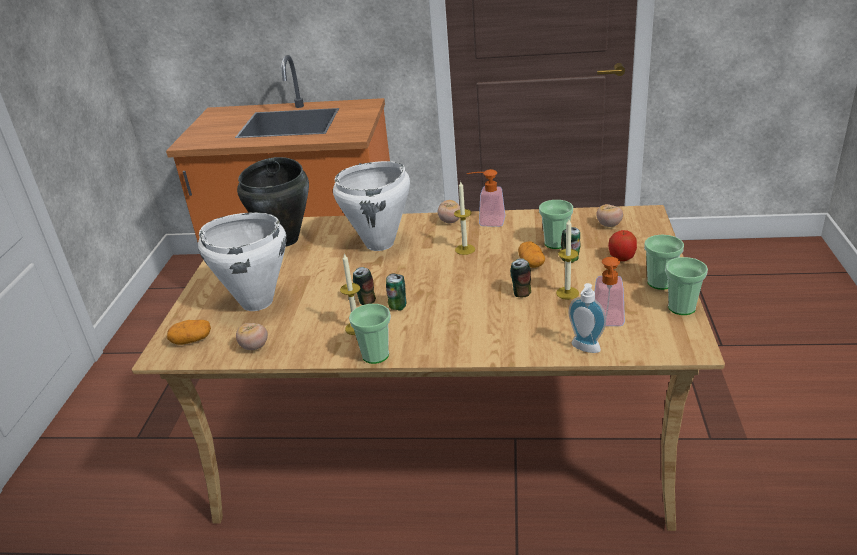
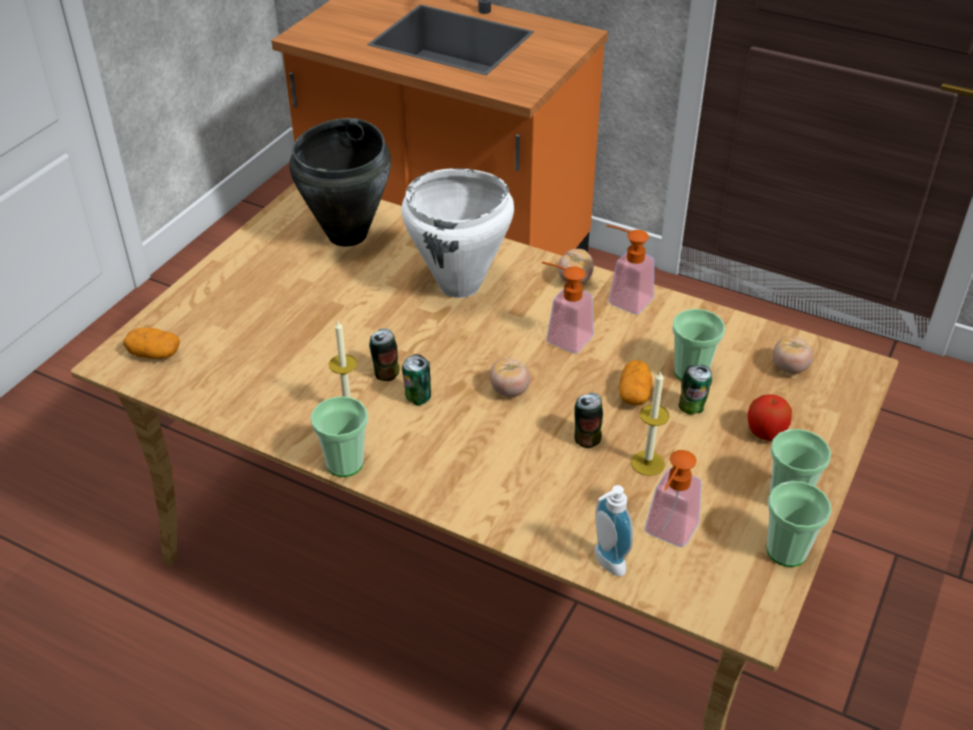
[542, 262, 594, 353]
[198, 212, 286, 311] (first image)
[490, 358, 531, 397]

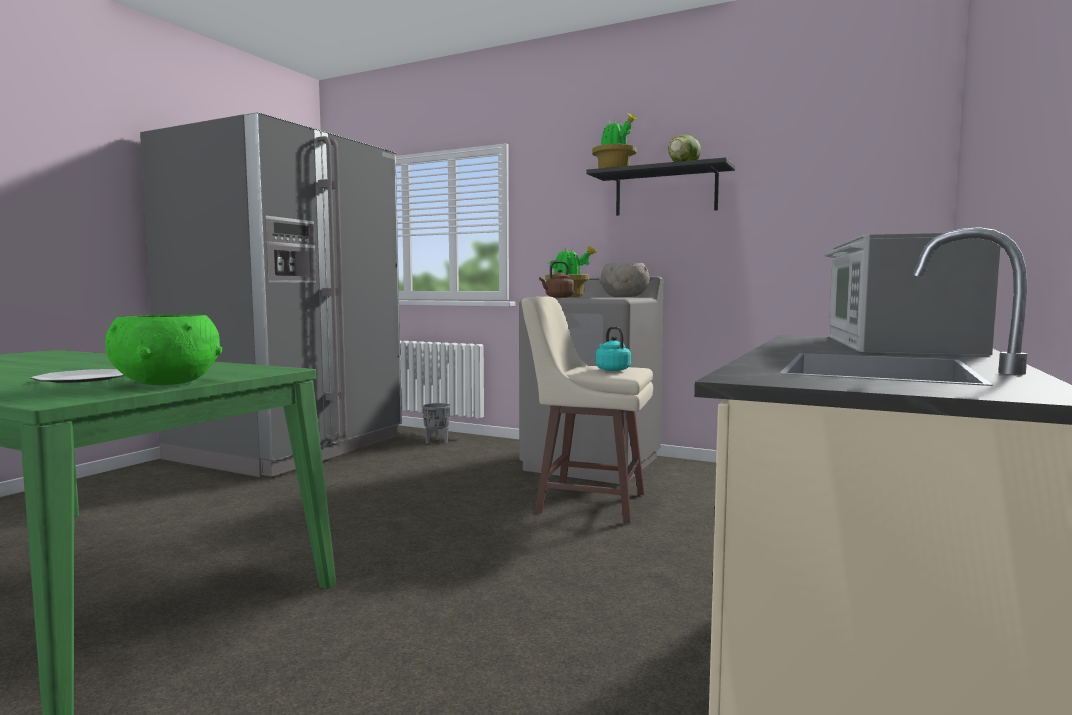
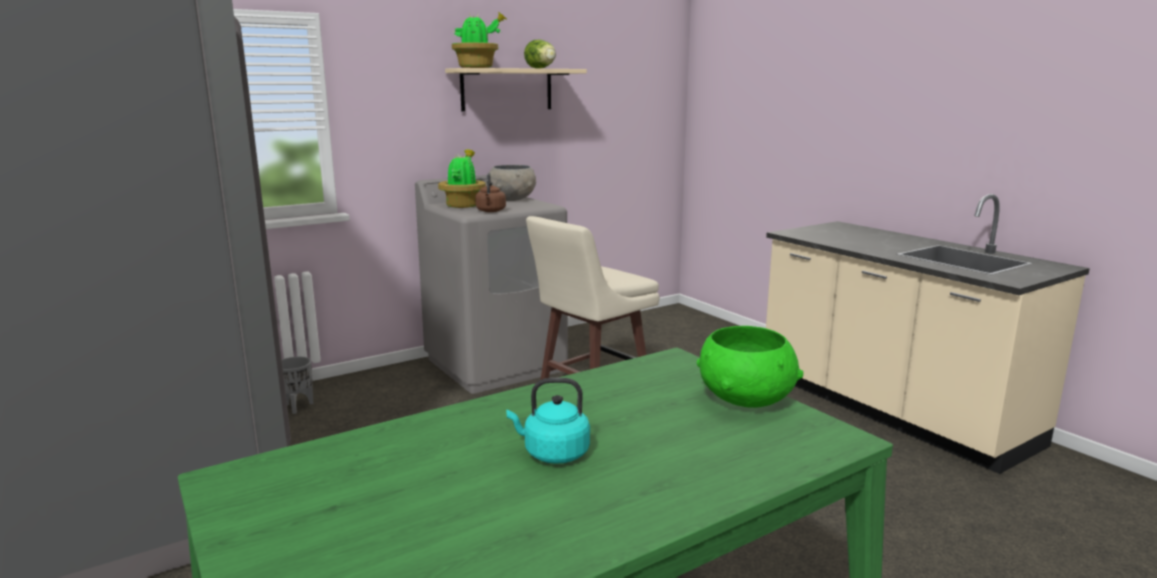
[445, 68, 587, 111]
[824, 233, 1000, 355] (first image)
[506, 378, 590, 464]
[31, 369, 125, 383] (first image)

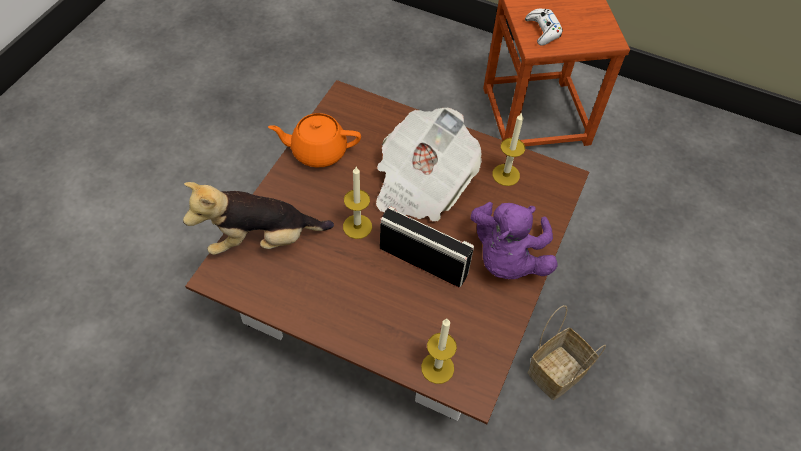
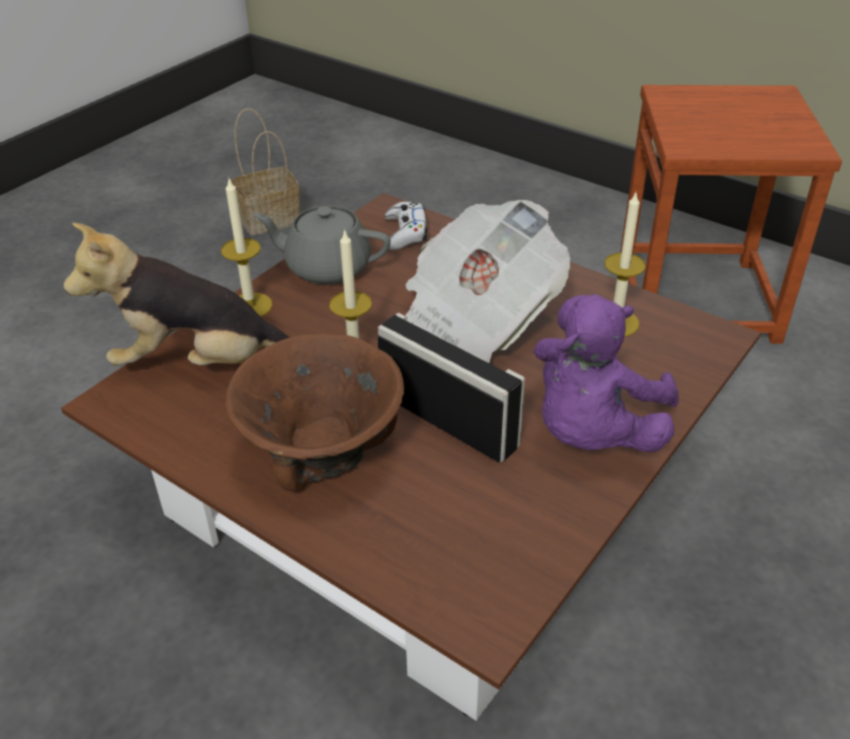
[385, 202, 427, 250]
[253, 206, 391, 285]
[231, 108, 300, 235]
[221, 179, 273, 317]
[225, 334, 404, 492]

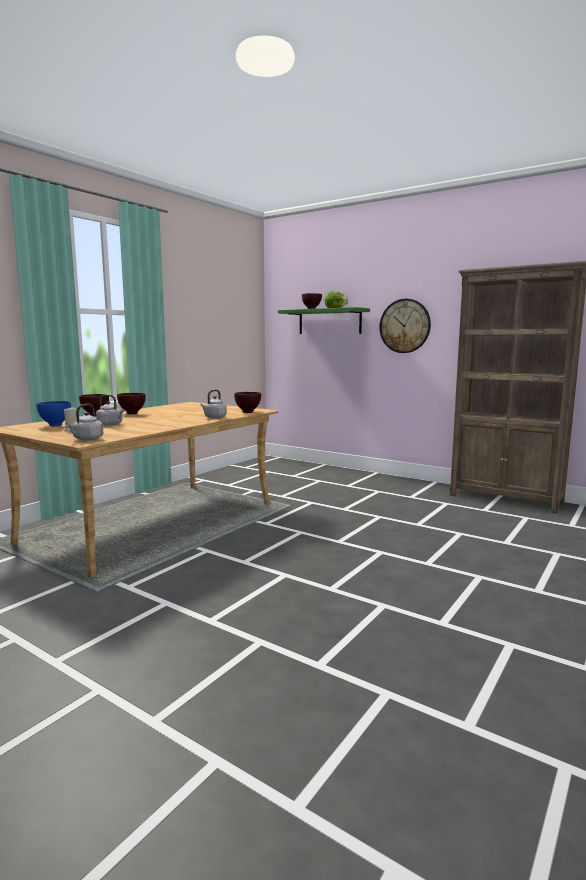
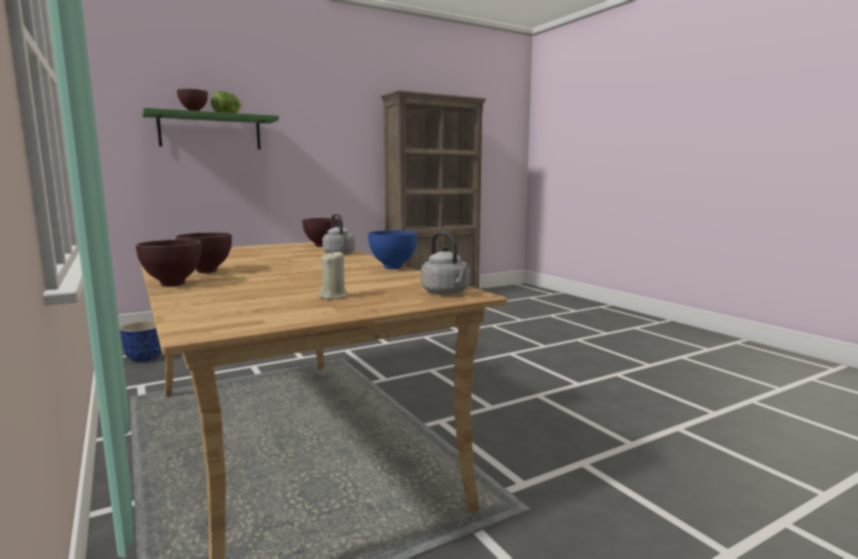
[379, 299, 431, 353] (first image)
[96, 394, 125, 426] (first image)
[368, 230, 418, 269]
[119, 321, 162, 362]

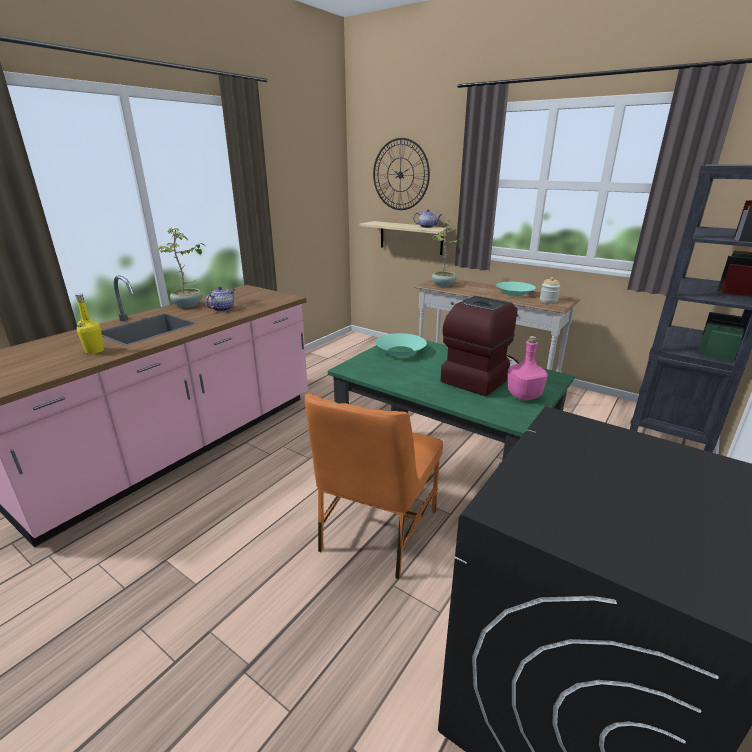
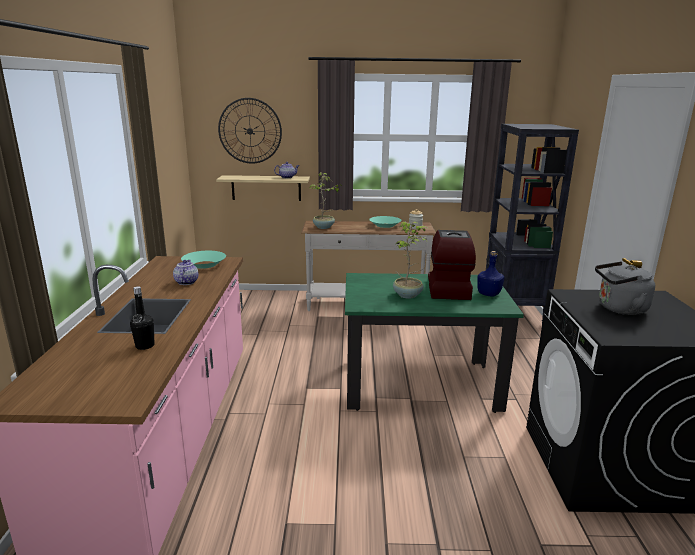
[393, 222, 427, 298]
[130, 286, 155, 350]
[181, 251, 226, 269]
[477, 251, 504, 297]
[305, 394, 443, 580] (first image)
[595, 262, 655, 315]

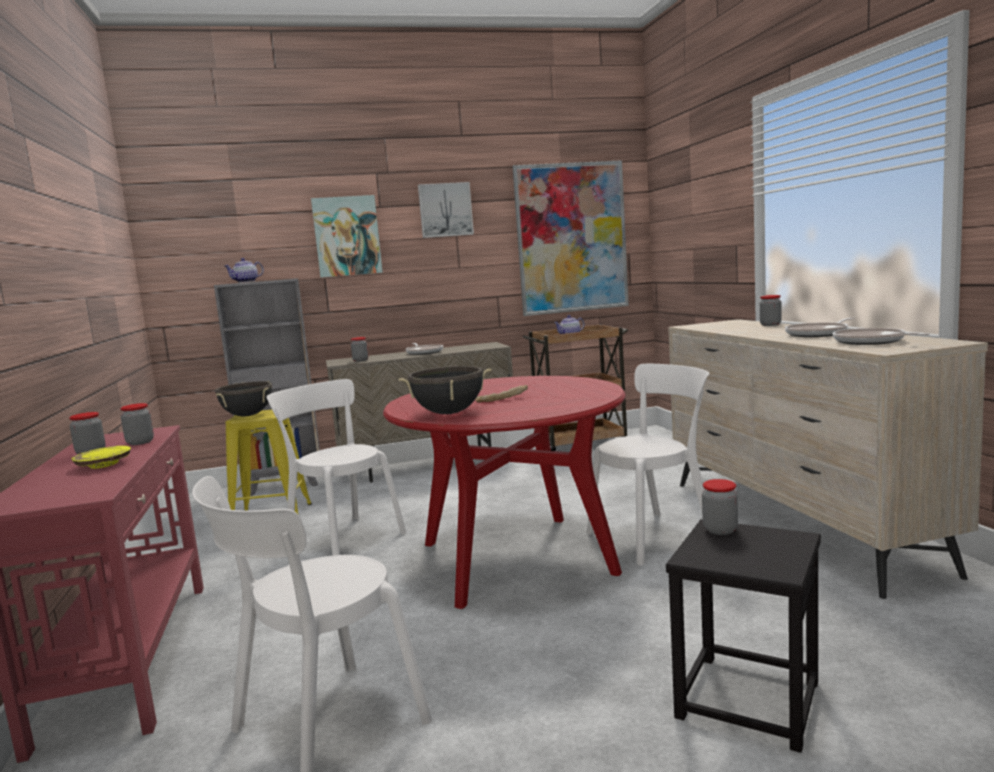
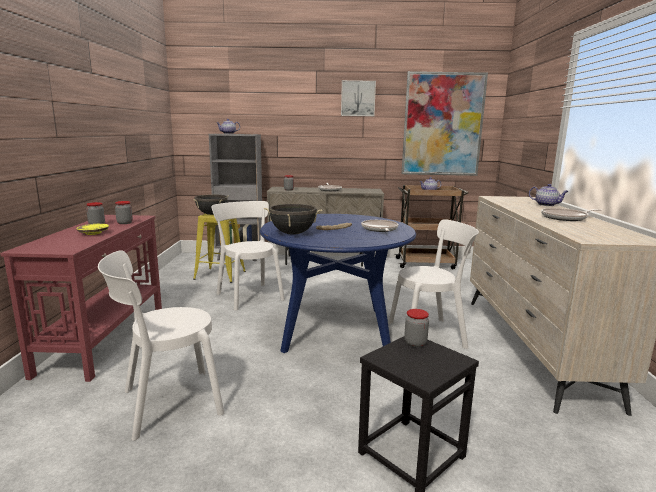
[311, 195, 383, 278] (first image)
[529, 184, 569, 206]
[361, 220, 399, 232]
[260, 214, 416, 353]

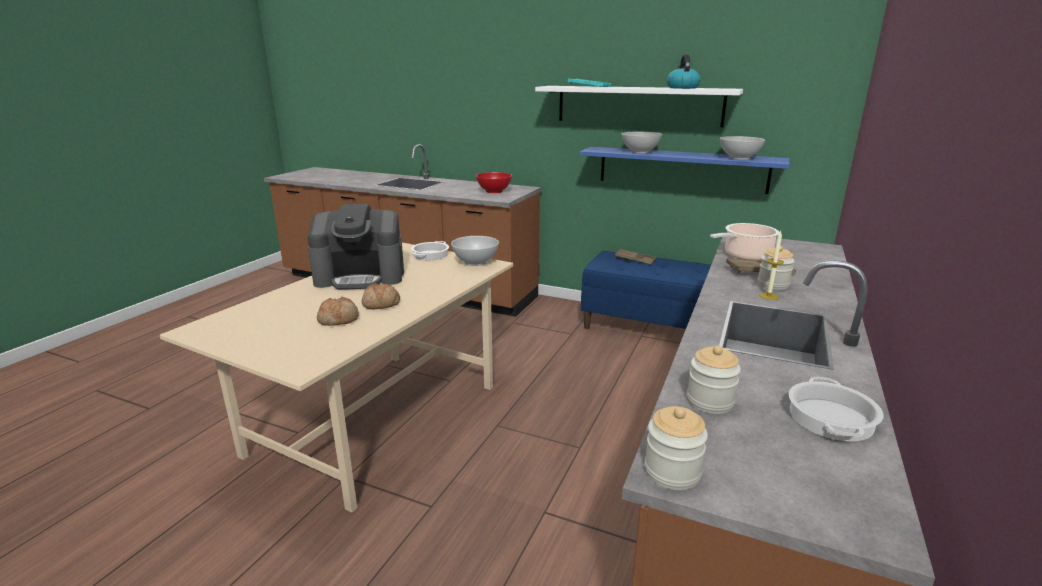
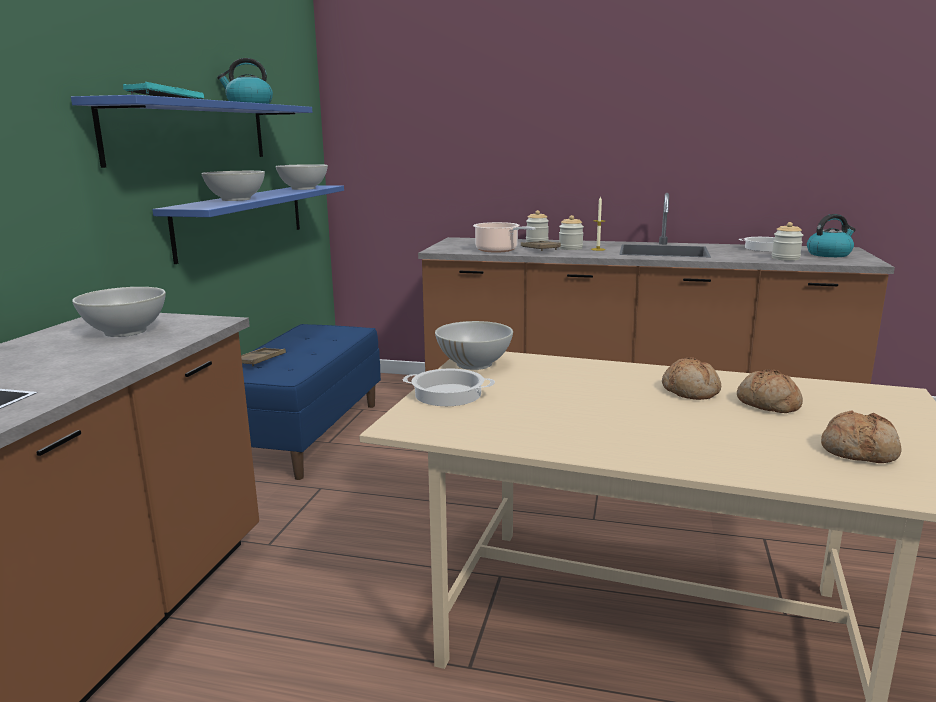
[71, 95, 312, 168]
[72, 287, 166, 337]
[308, 204, 404, 290] (first image)
[526, 210, 549, 242]
[807, 214, 856, 257]
[821, 410, 901, 463]

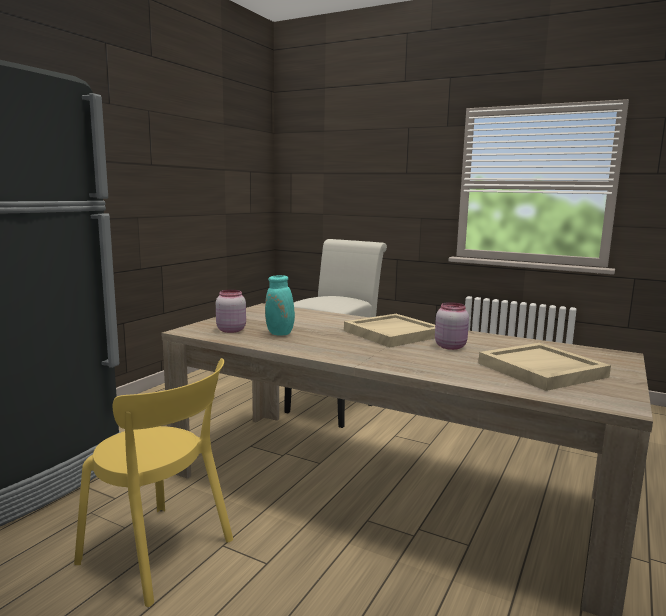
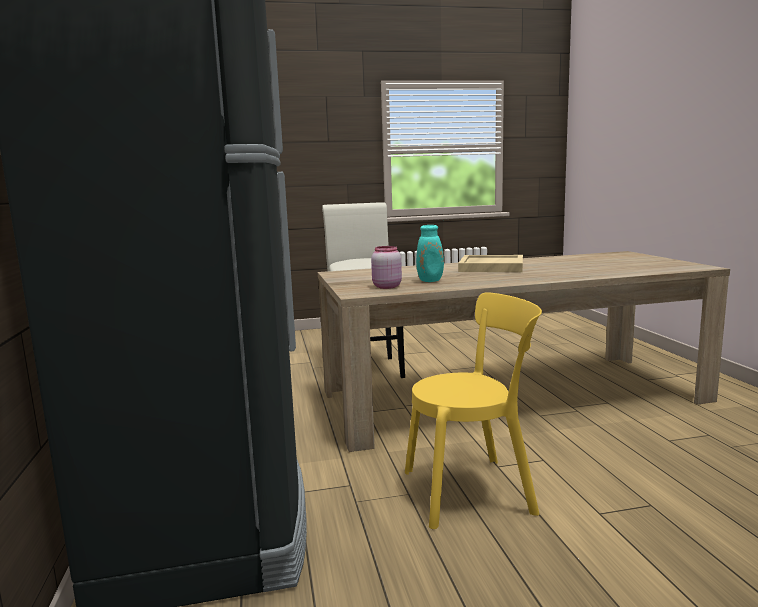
[435, 302, 469, 350] (first image)
[478, 343, 611, 391] (first image)

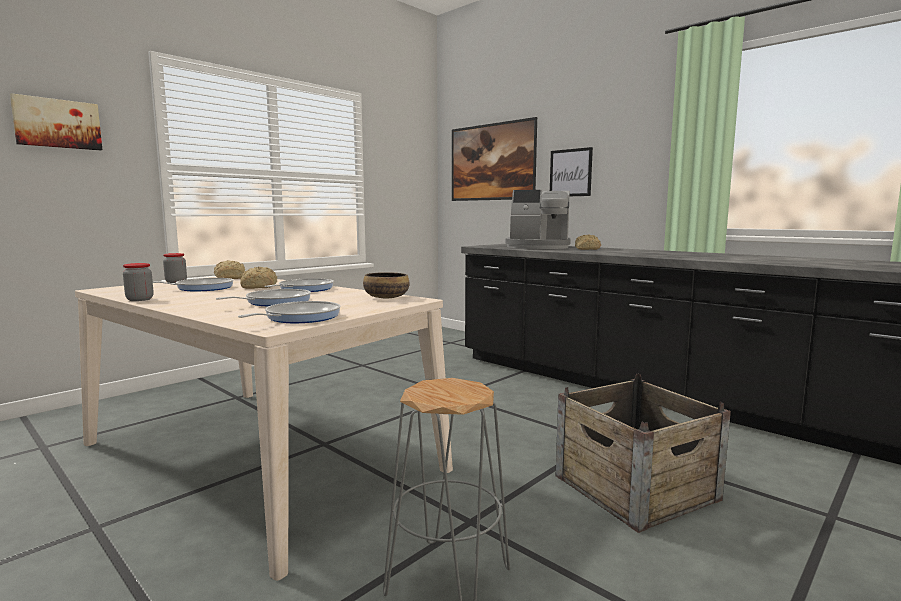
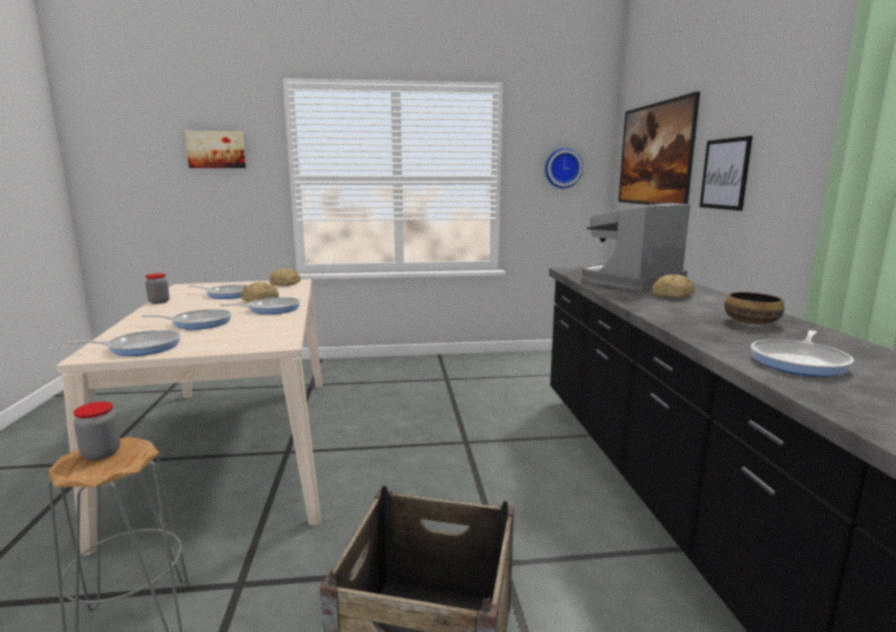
[582, 202, 691, 291]
[73, 402, 120, 461]
[724, 292, 784, 325]
[545, 148, 583, 188]
[751, 330, 854, 377]

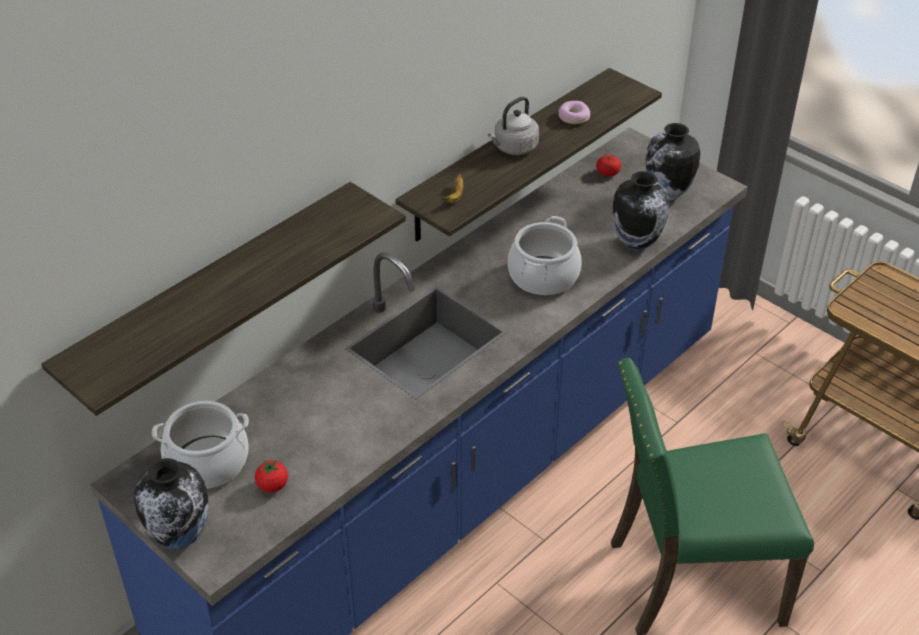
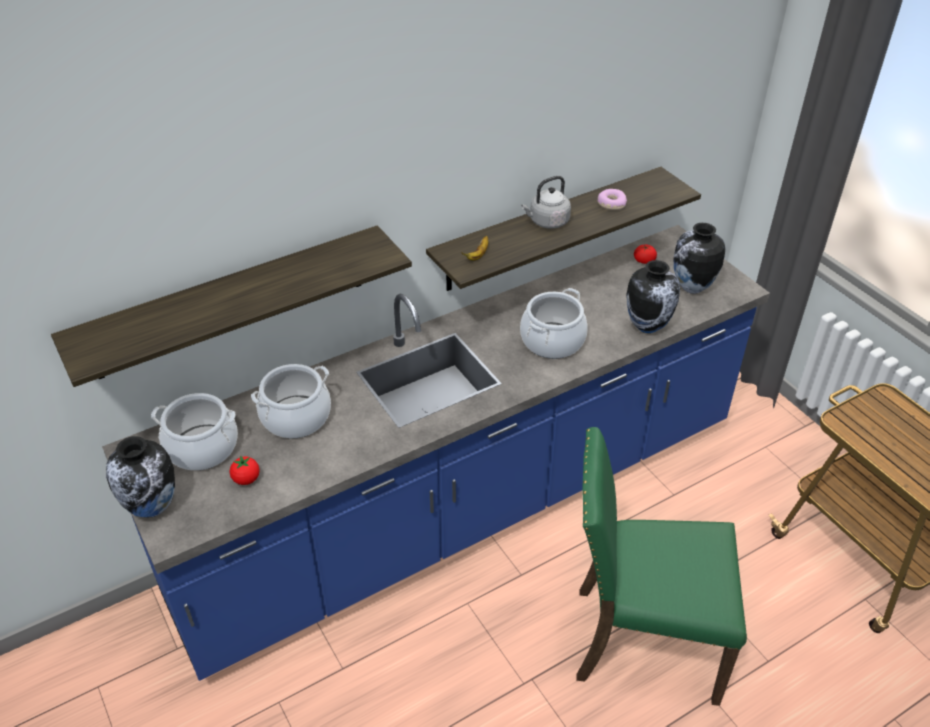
[251, 364, 331, 438]

